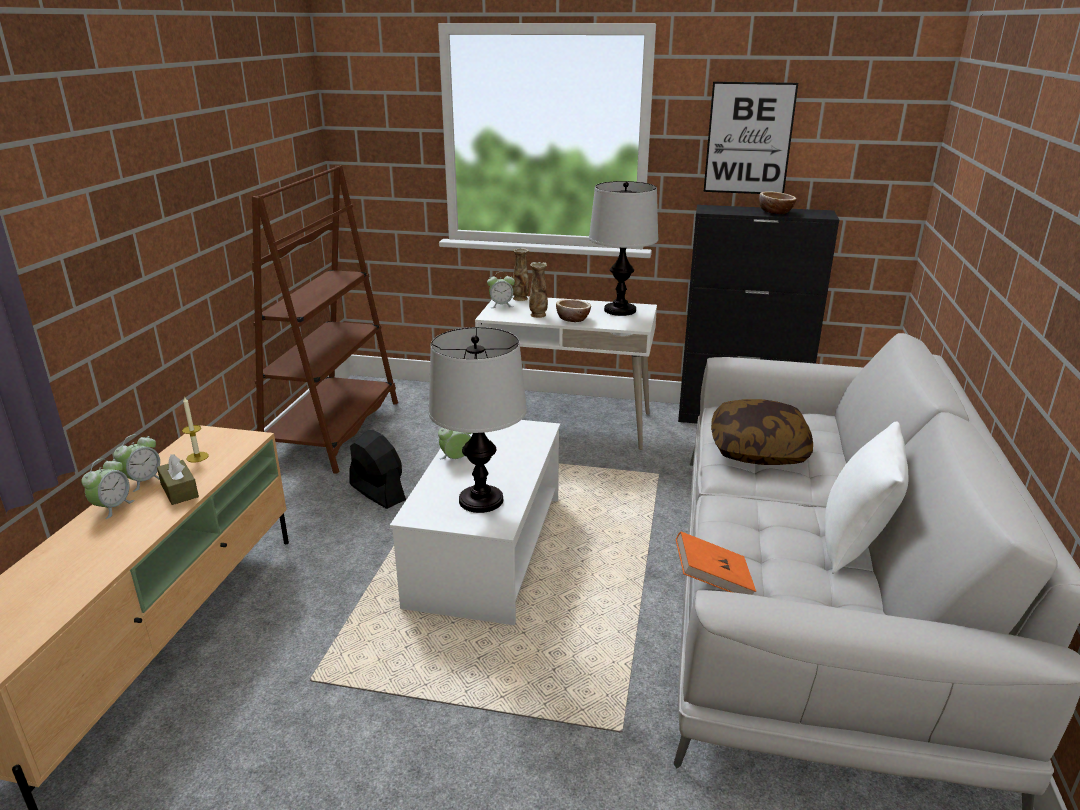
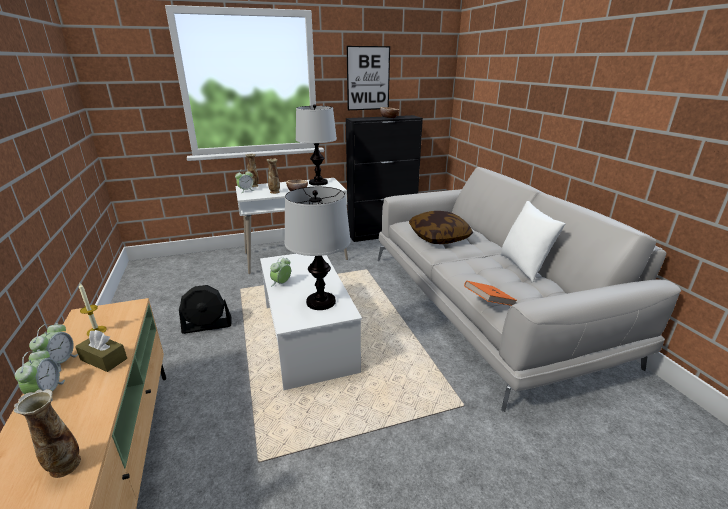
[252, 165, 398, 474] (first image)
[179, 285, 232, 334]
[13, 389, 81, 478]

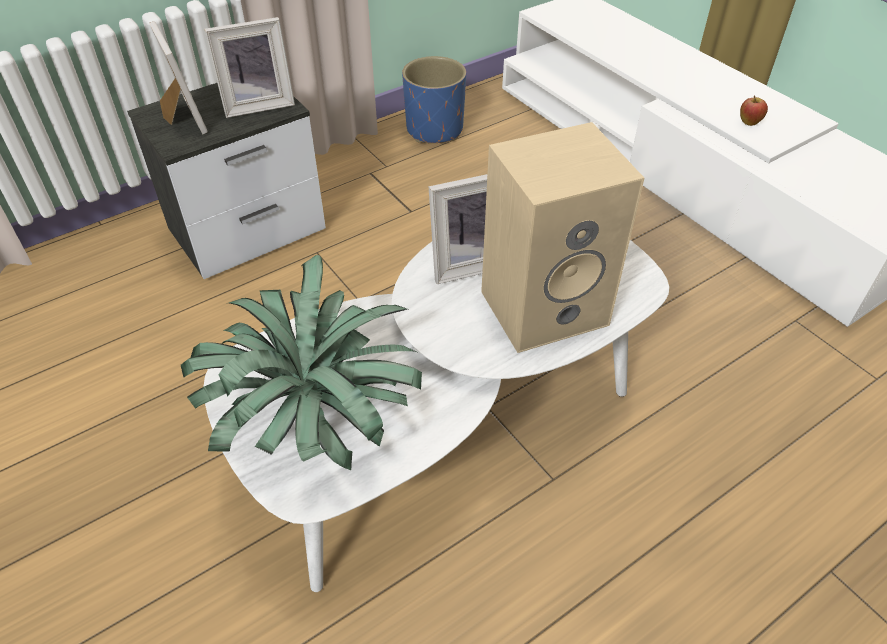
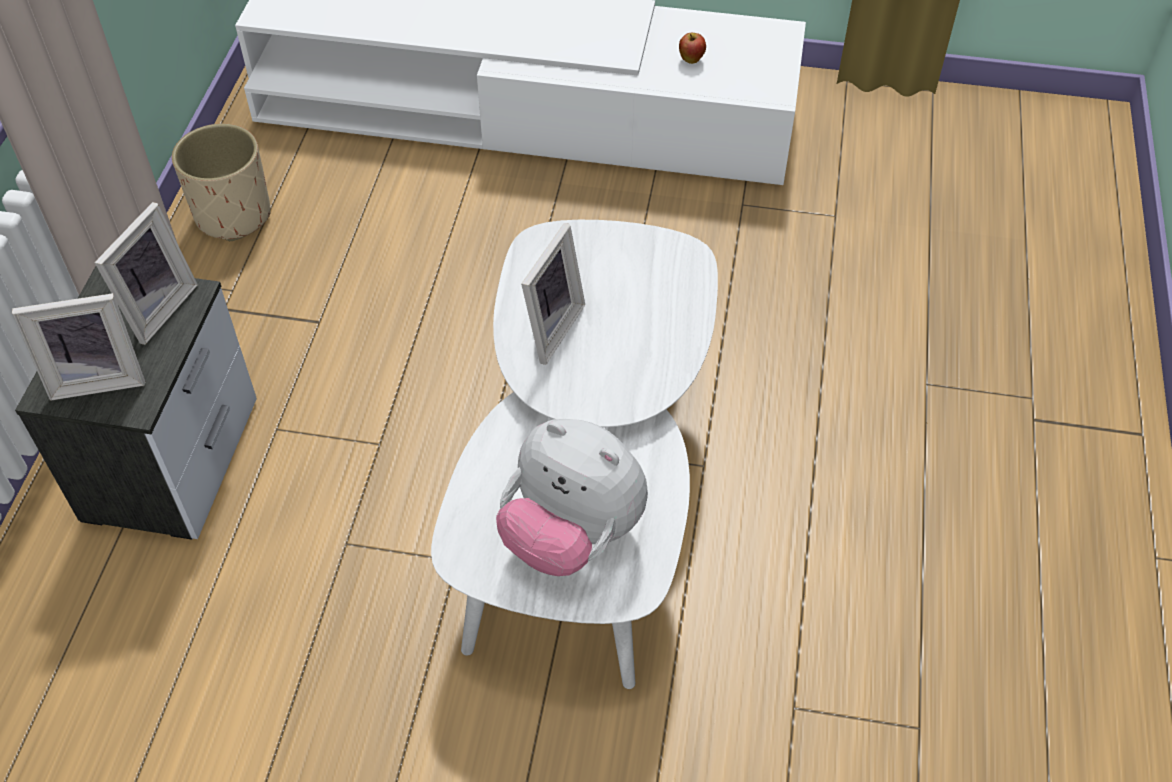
[12, 293, 145, 401]
[172, 124, 271, 241]
[679, 33, 706, 64]
[481, 122, 644, 353] (first image)
[496, 419, 648, 576]

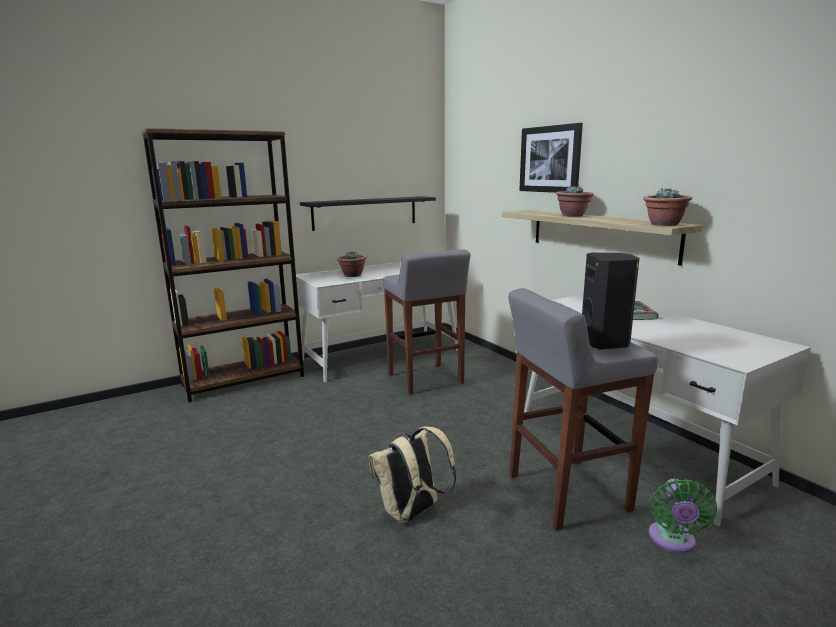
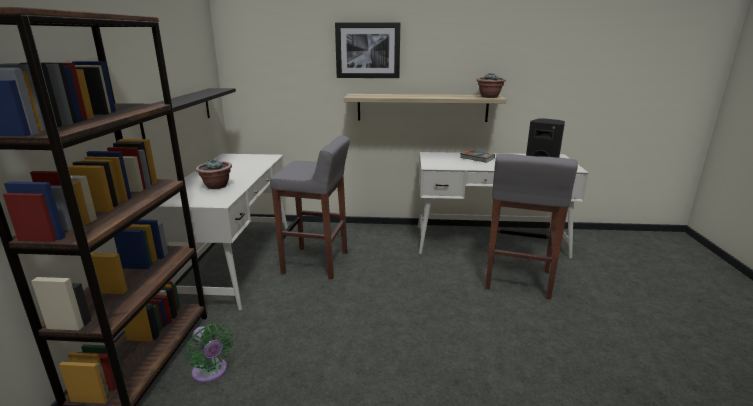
[556, 185, 594, 217] (first image)
[369, 427, 456, 523] (first image)
[185, 323, 234, 383]

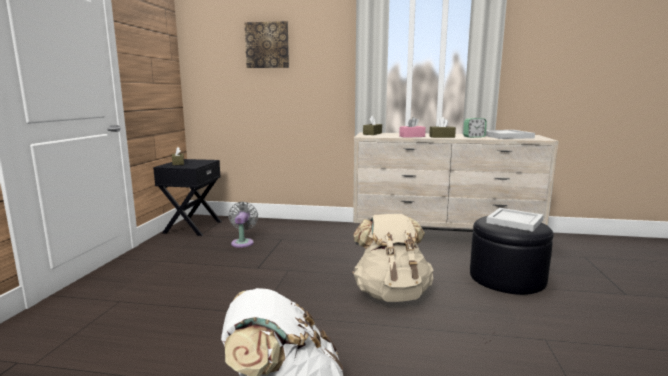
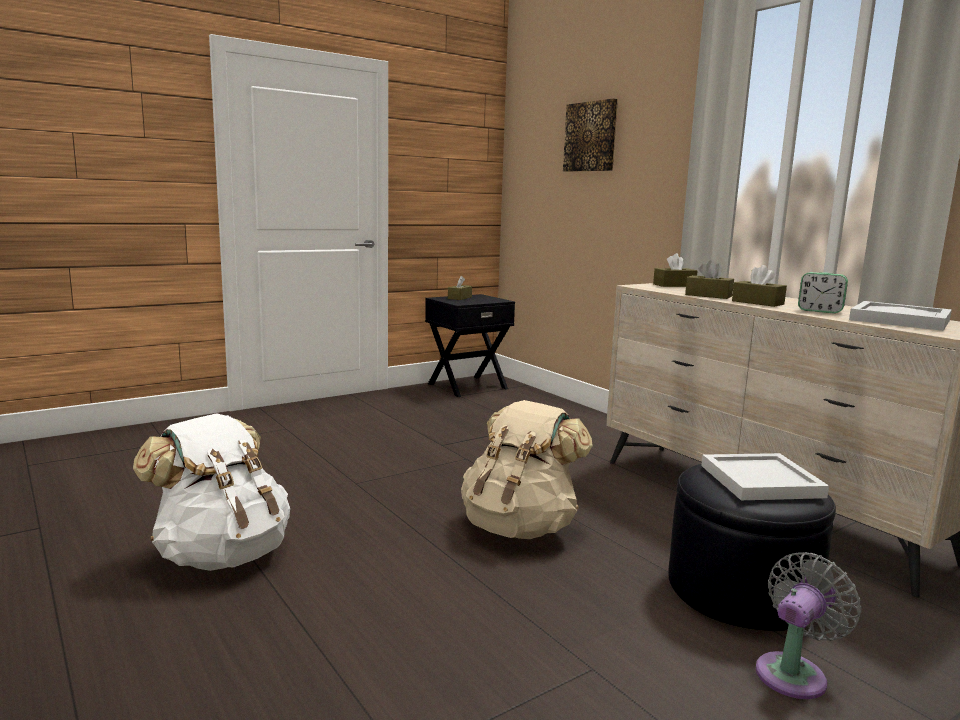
[685, 260, 734, 299]
[756, 552, 862, 699]

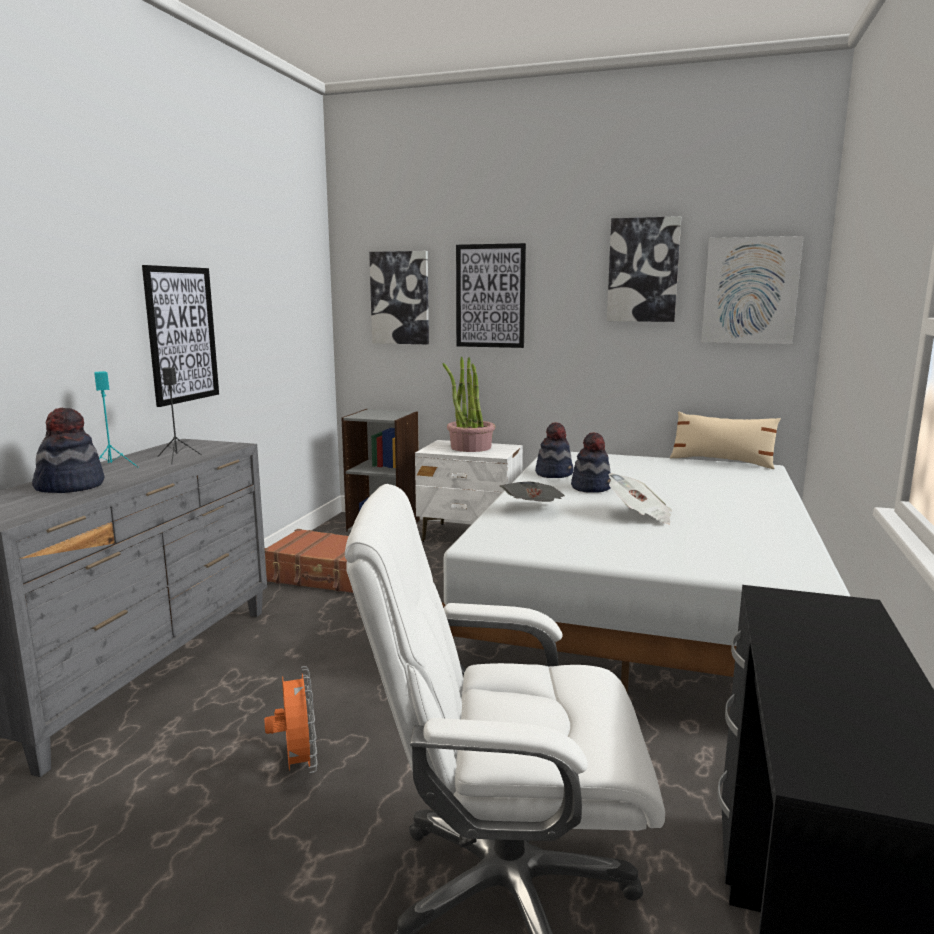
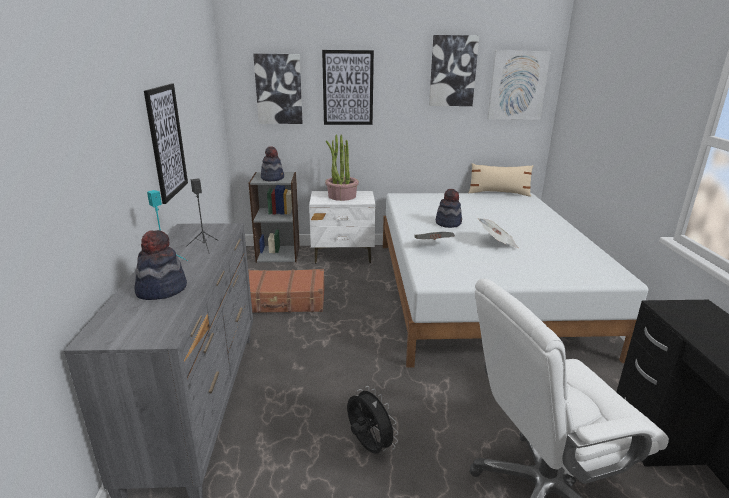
[261, 146, 284, 181]
[347, 386, 398, 454]

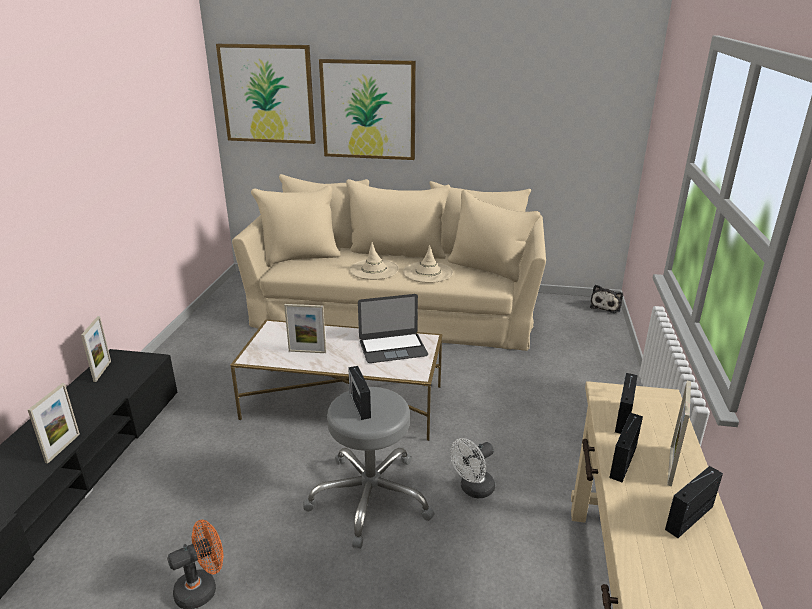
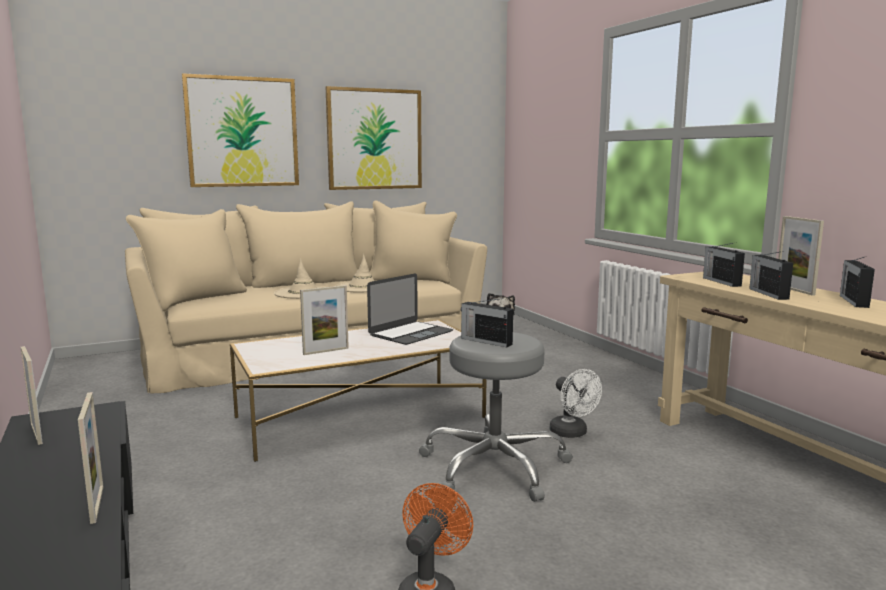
[326, 86, 422, 190]
[550, 369, 602, 438]

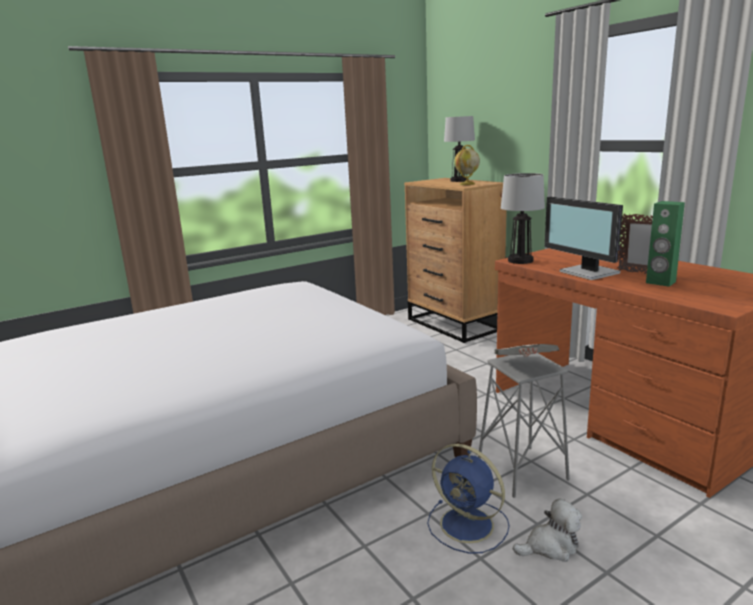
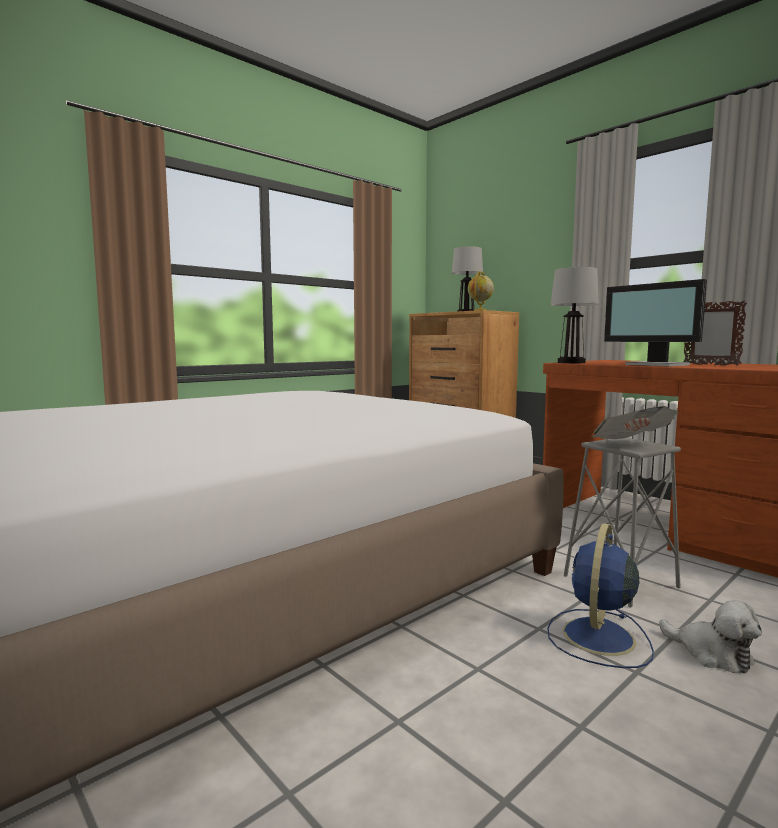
[646, 201, 685, 287] (first image)
[547, 523, 654, 668]
[659, 600, 762, 673]

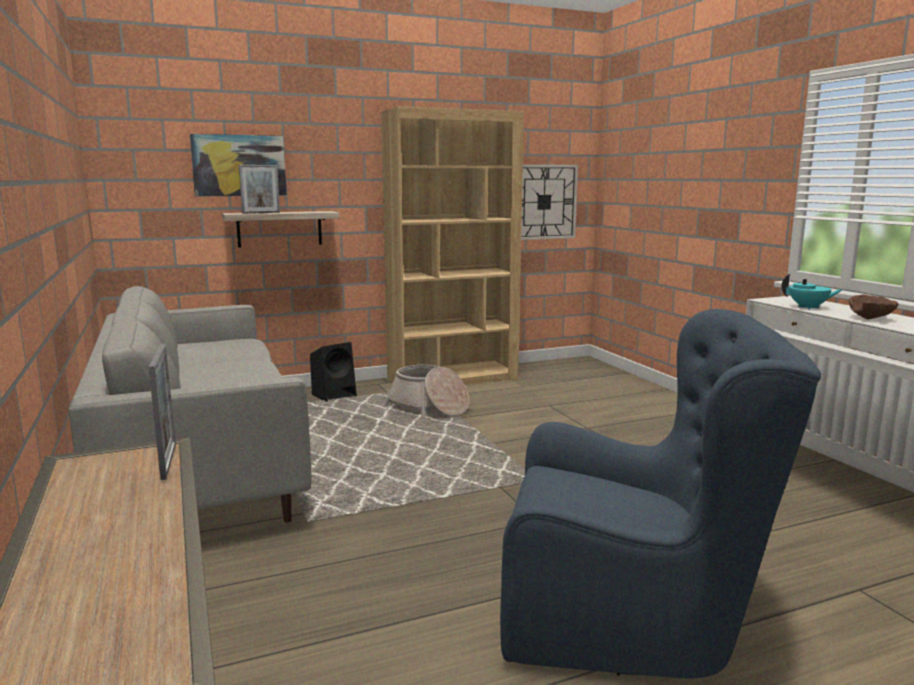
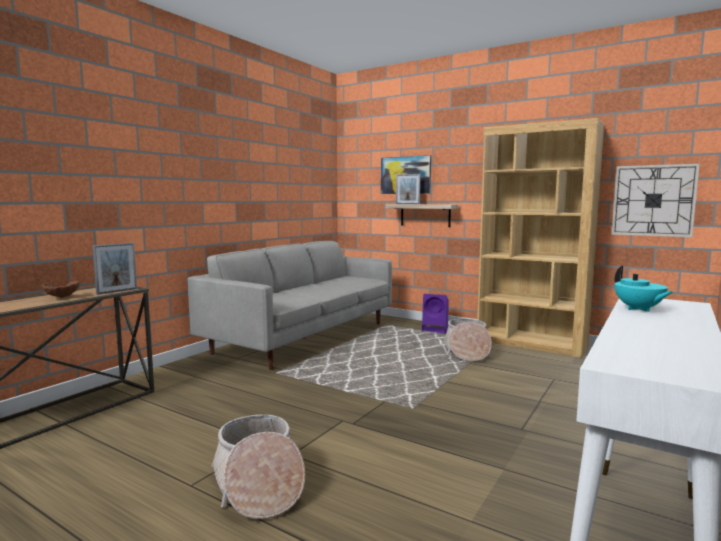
[42, 281, 80, 298]
[211, 414, 305, 519]
[422, 294, 449, 334]

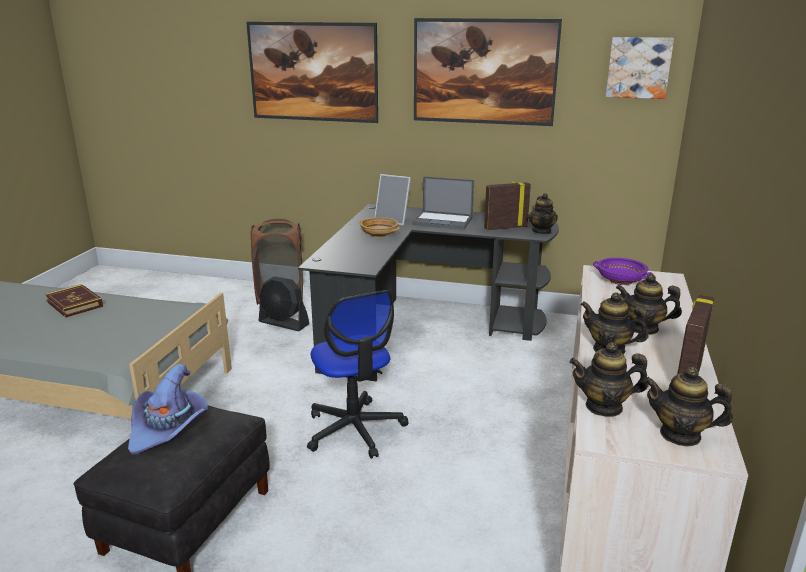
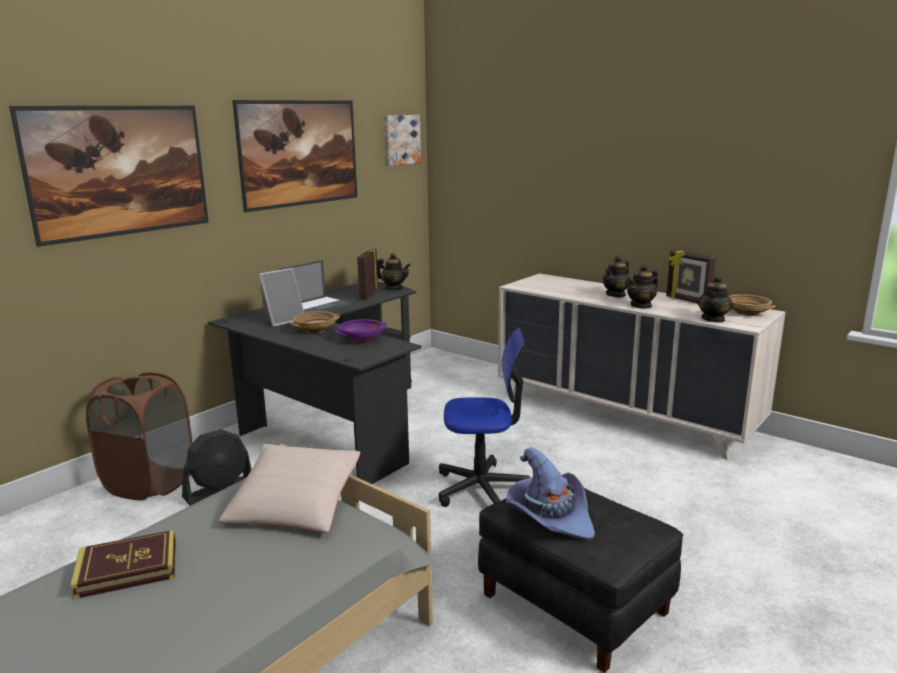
[335, 319, 387, 343]
[729, 294, 776, 316]
[218, 444, 360, 533]

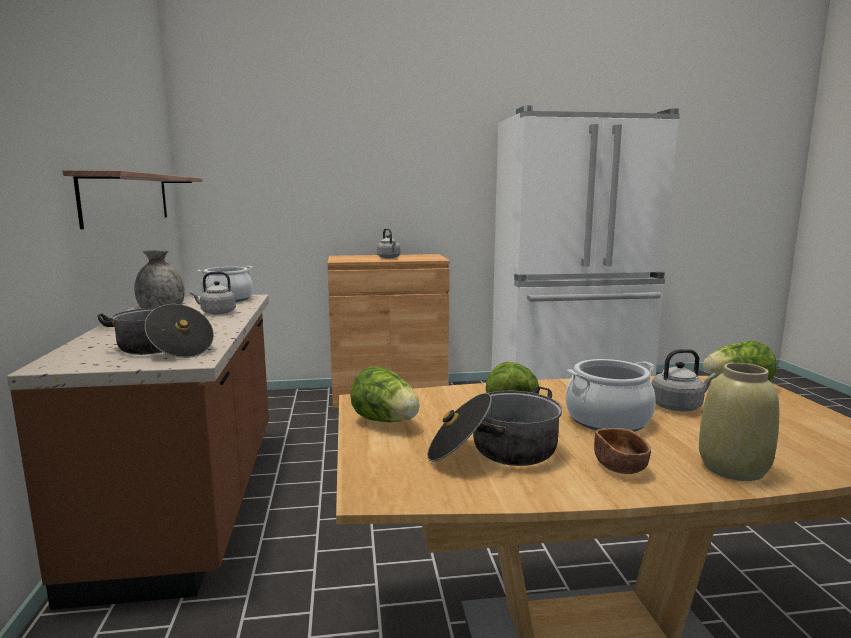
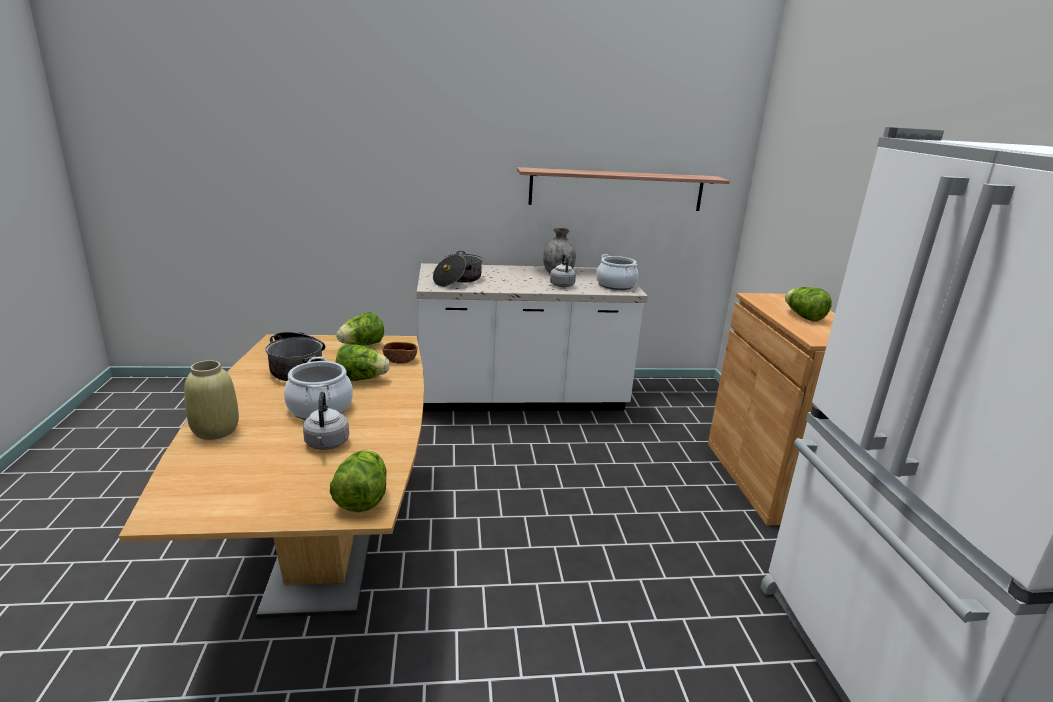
[785, 287, 832, 322]
[417, 263, 648, 412]
[383, 342, 417, 364]

